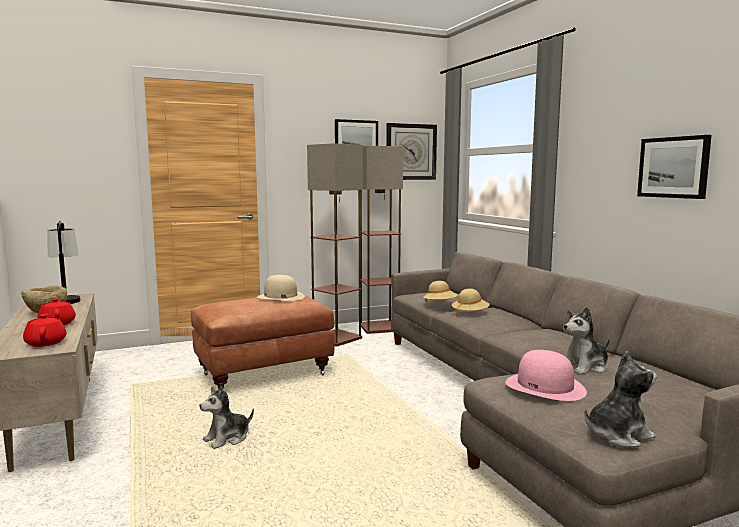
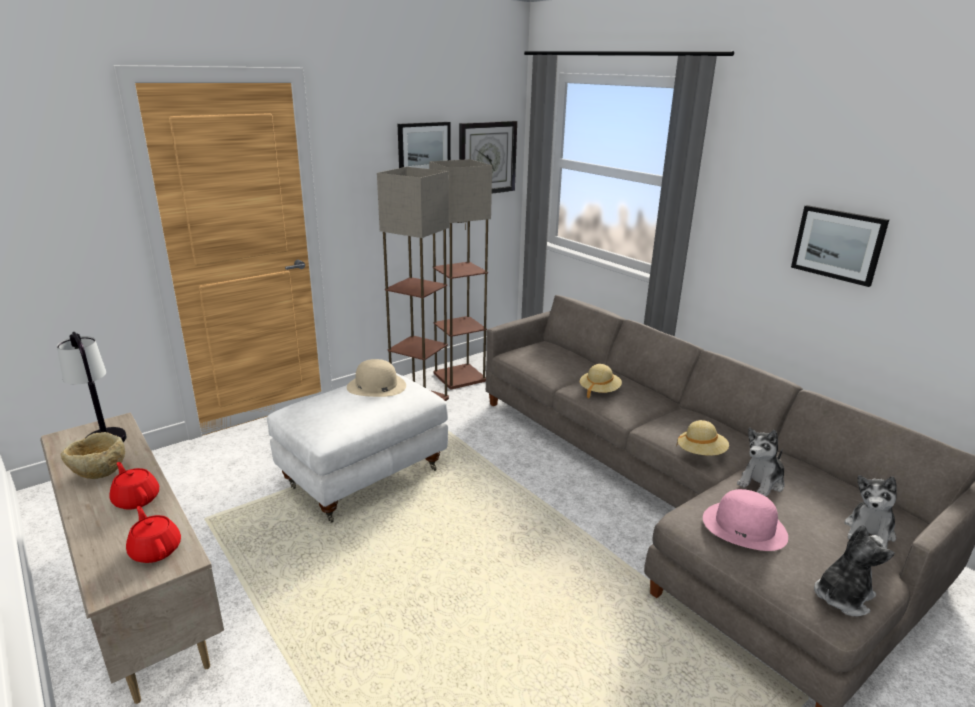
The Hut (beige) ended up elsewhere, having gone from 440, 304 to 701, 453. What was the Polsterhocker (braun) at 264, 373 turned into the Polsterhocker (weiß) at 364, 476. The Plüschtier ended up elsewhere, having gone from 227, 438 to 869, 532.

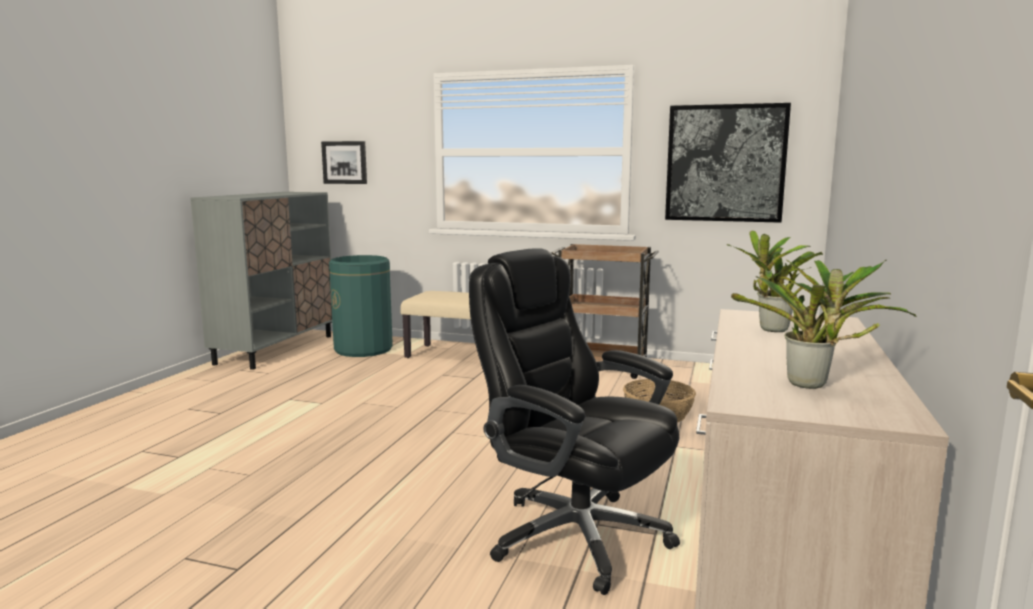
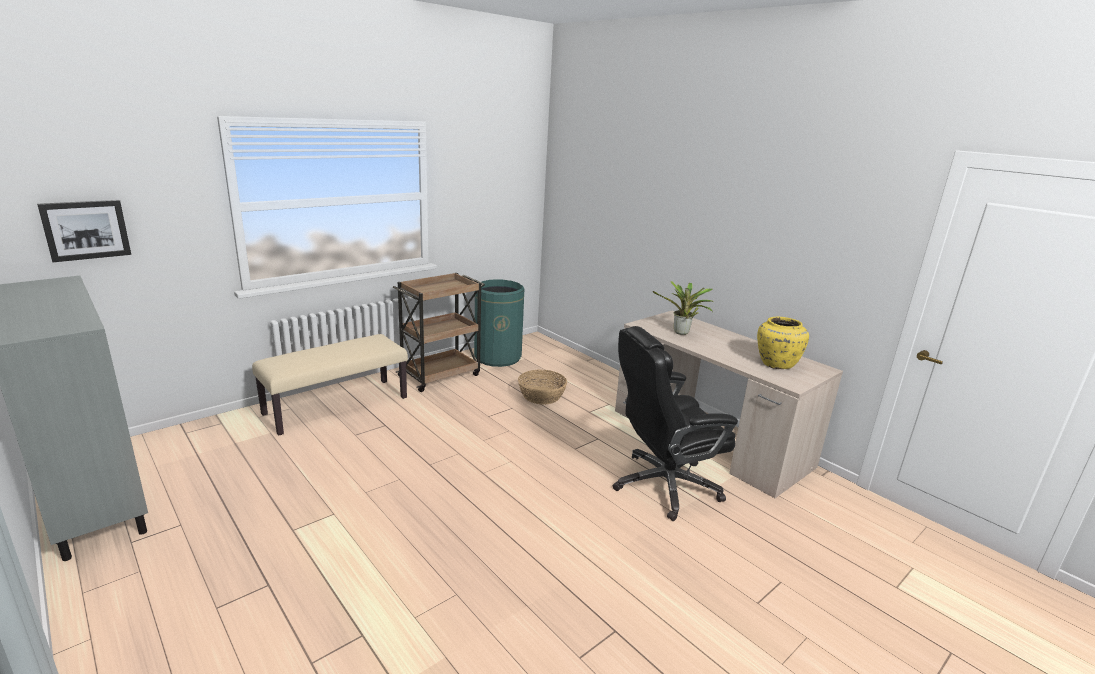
The second view lost the Bild at 725, 163. The Mülleimer (grün) ended up elsewhere, having gone from 363, 349 to 498, 357. Where the Topfpflanze stood at 811, 386, the Vase (gelb) came to stand at 776, 364.

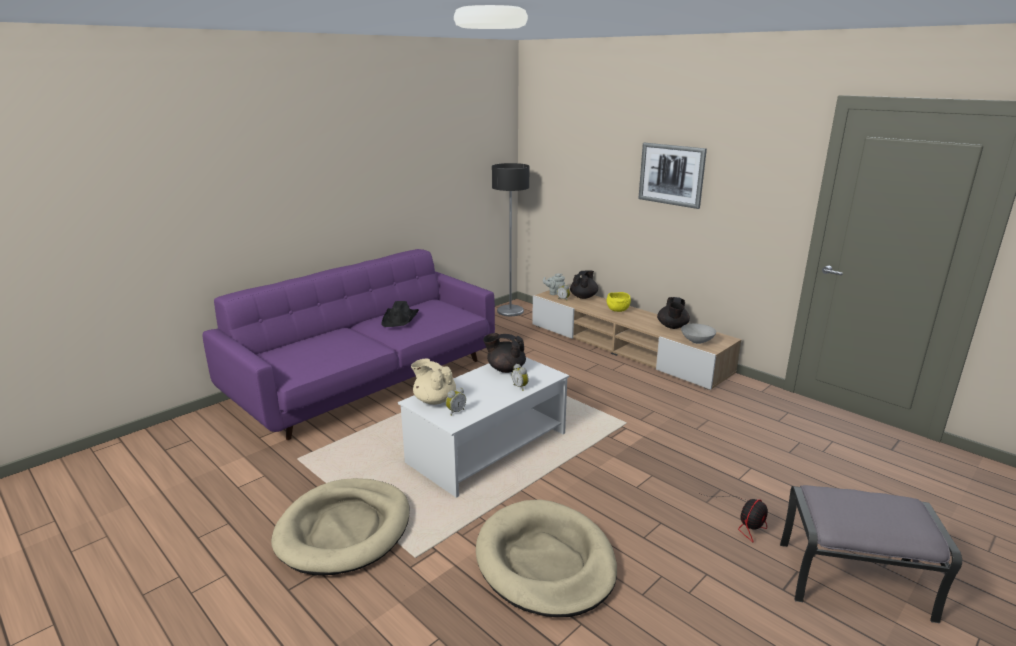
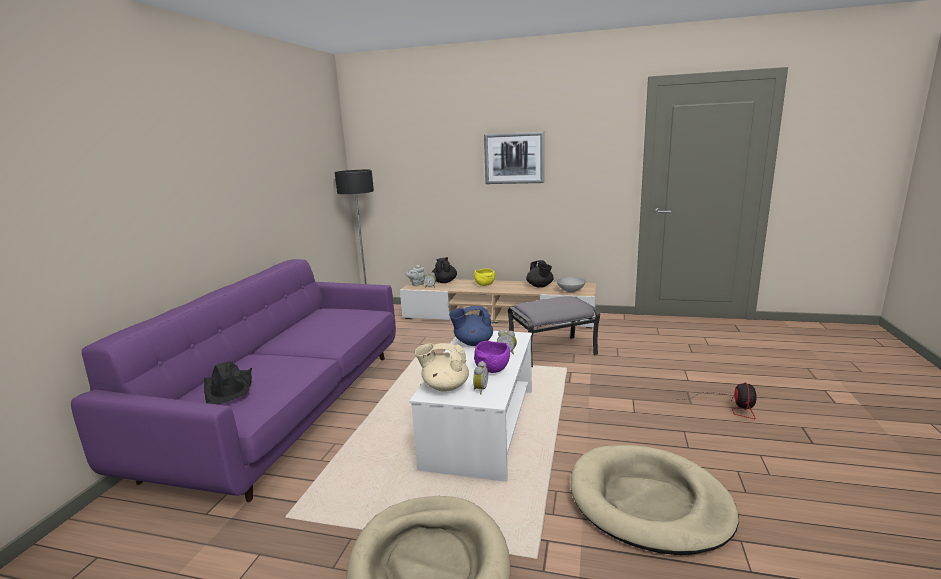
The Hut (schwarz) ended up elsewhere, having gone from 400, 319 to 230, 388. What was the Teekanne (schwarz) at 505, 369 turned into the Teekanne (blau) at 473, 343. The Polsterhocker (grau) ended up elsewhere, having gone from 854, 580 to 552, 351. The second view gained the Schüssel (lila) at 492, 369.

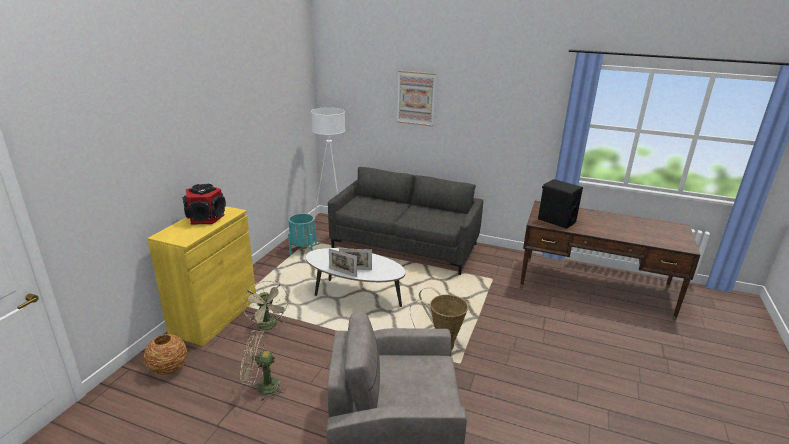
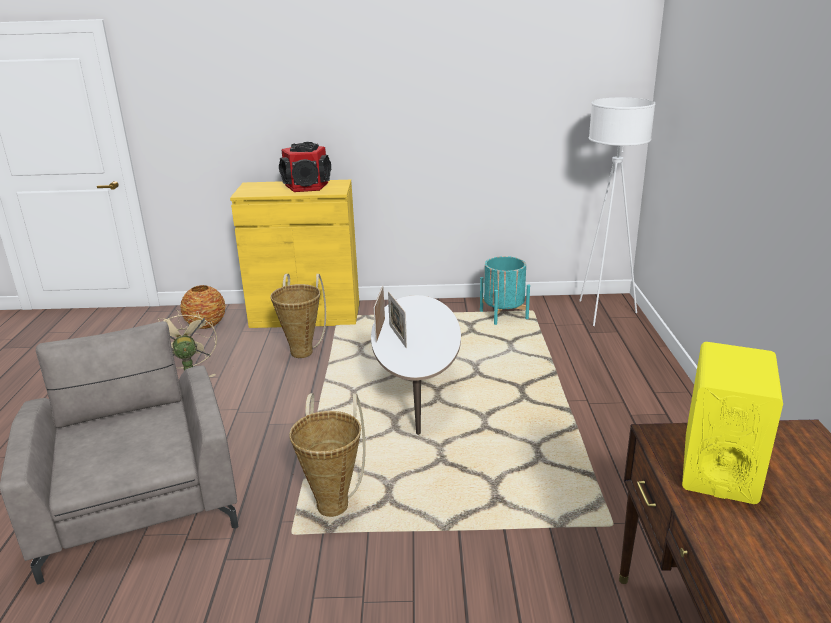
The second view lost the Bild at 416, 98. The second view lost the Sofa (grau) at 405, 246. What was the Lautsprecher (schwarz) at 556, 221 turned into the Lautsprecher (gelb) at 719, 468. Where the Ventilator (beige) stood at 269, 327, the Korb came to stand at 303, 350.

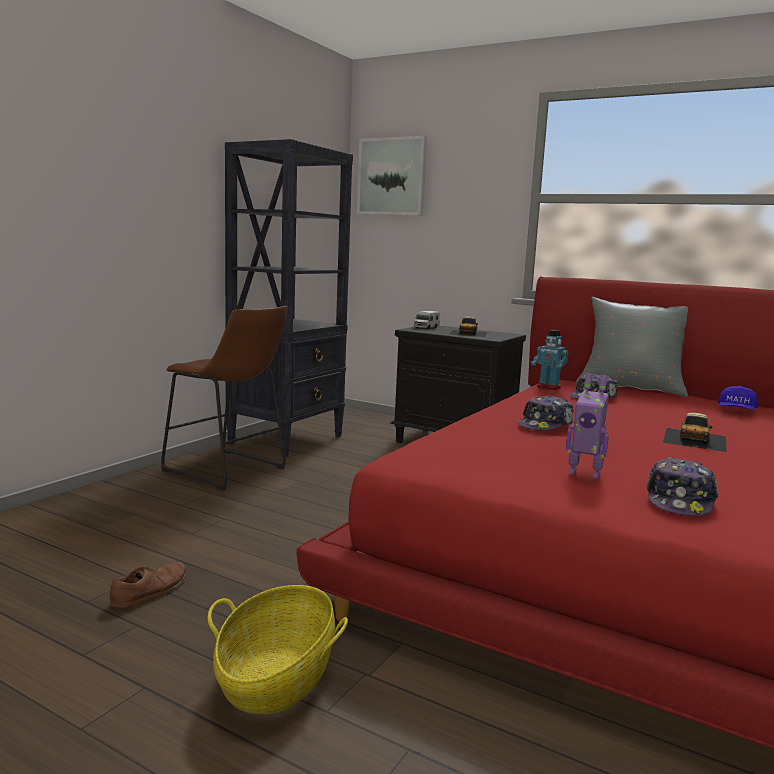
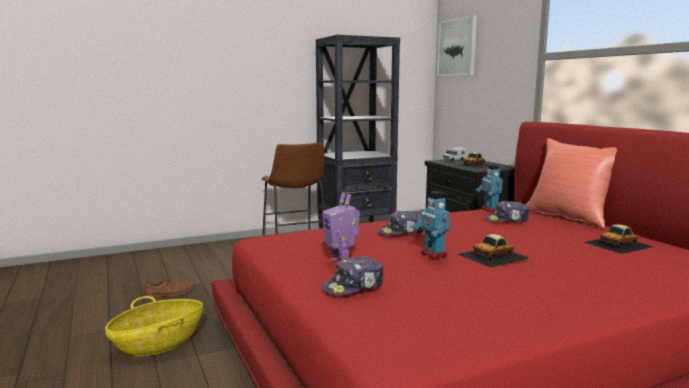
What was the Kissen (grau) at 630, 388 turned into the Kissen (rot) at 568, 217. Where the Kappe (blau) stood at 736, 411, the Spielzeugauto came to stand at 618, 244. The second view gained the Spielzeugroboter at 433, 254.

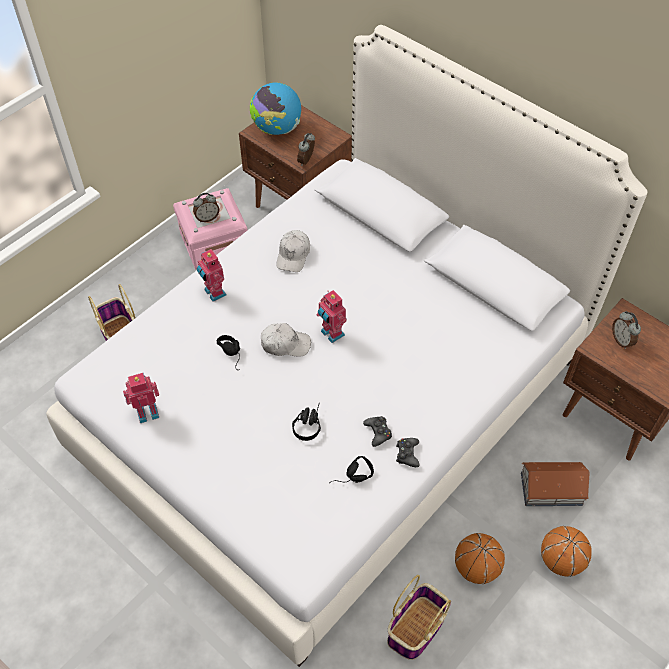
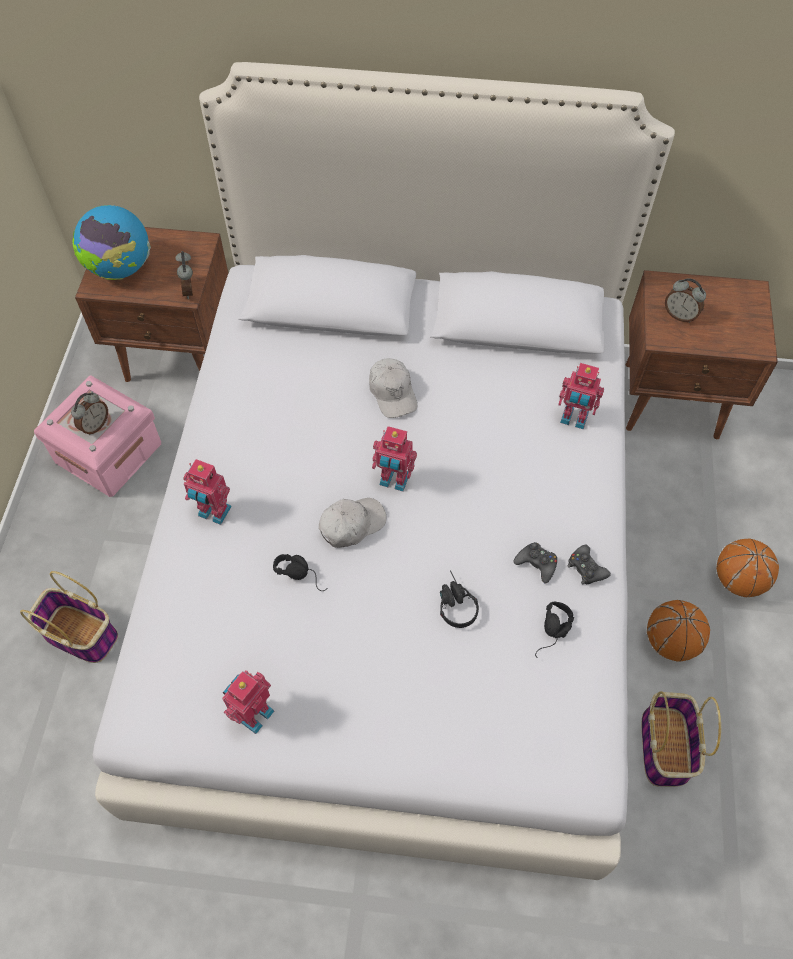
The Kappe (weiß) ended up elsewhere, having gone from 293, 255 to 393, 392. The second view lost the Spielzeughaus at 552, 489. The second view gained the Spielzeugroboter at 573, 419.

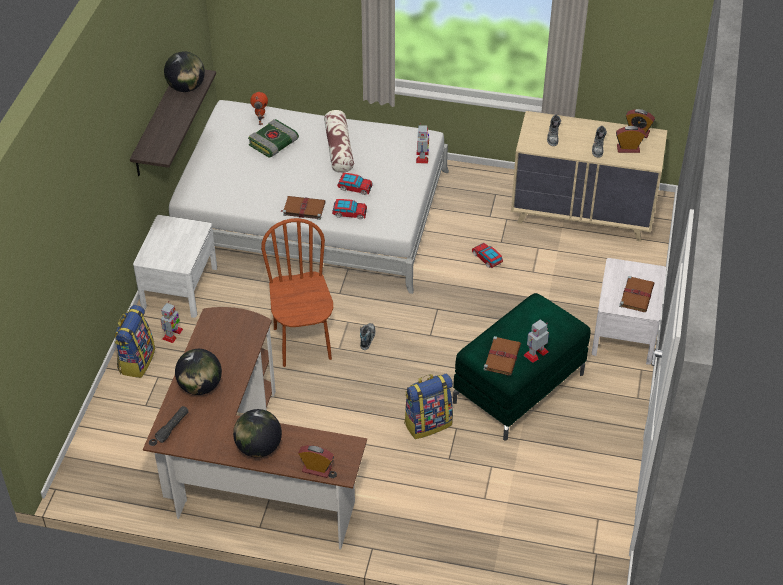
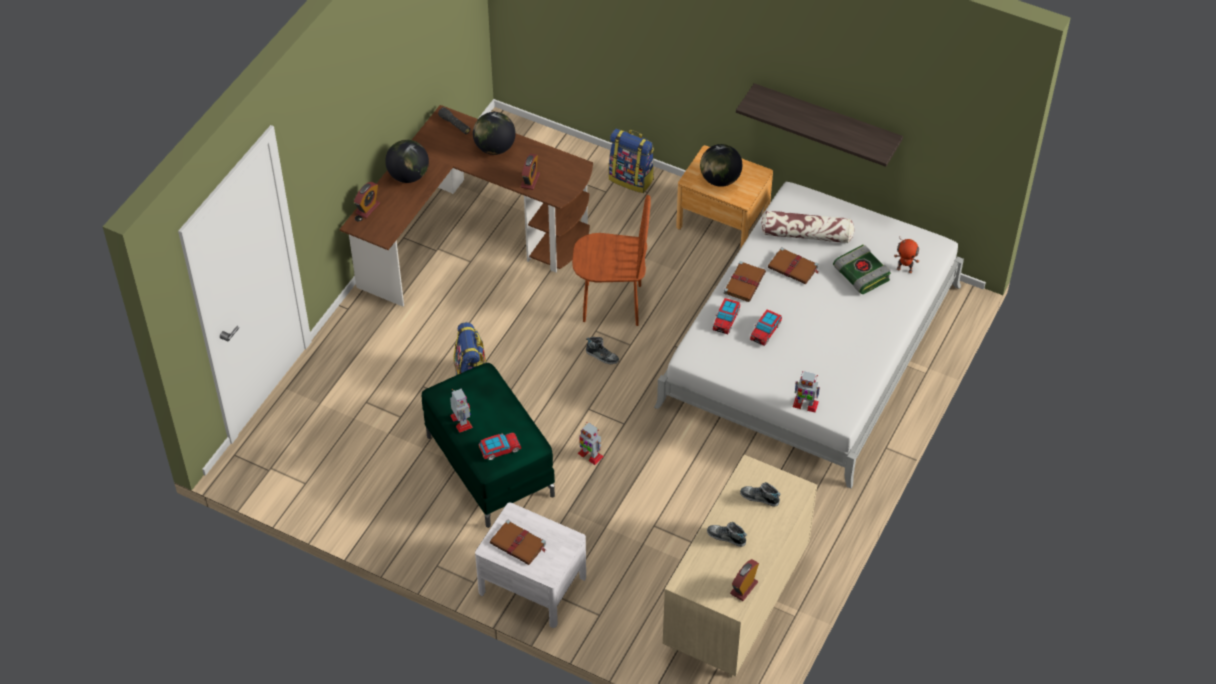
The Globus ended up elsewhere, having gone from 186, 87 to 720, 179. The Kissen ended up elsewhere, having gone from 339, 149 to 806, 234. The Wecker ended up elsewhere, having gone from 628, 149 to 530, 180. What was the Nachttisch (weiß) at 179, 287 turned into the Nachttisch (braun) at 722, 221. The Spielzeugauto ended up elsewhere, having gone from 487, 259 to 500, 449. The Spielzeugroboter ended up elsewhere, having gone from 172, 334 to 590, 454. The Buch (braun) ended up elsewhere, having gone from 502, 357 to 793, 268.

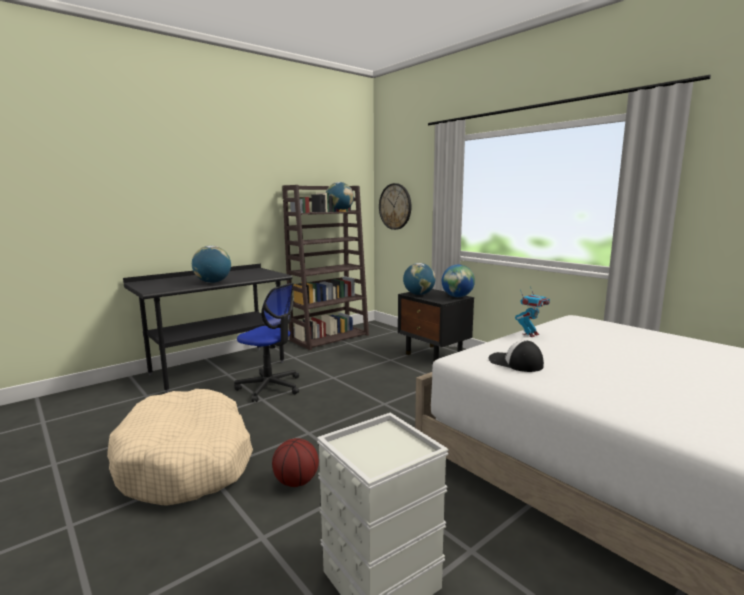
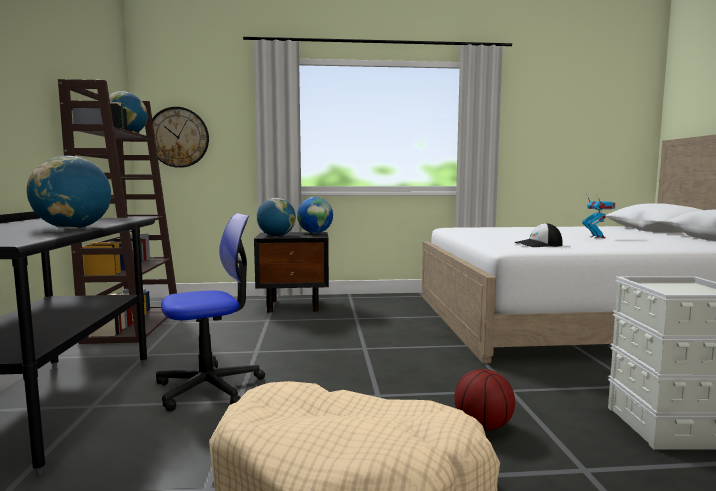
The Spielzeugroboter ended up elsewhere, having gone from 530, 334 to 597, 237.

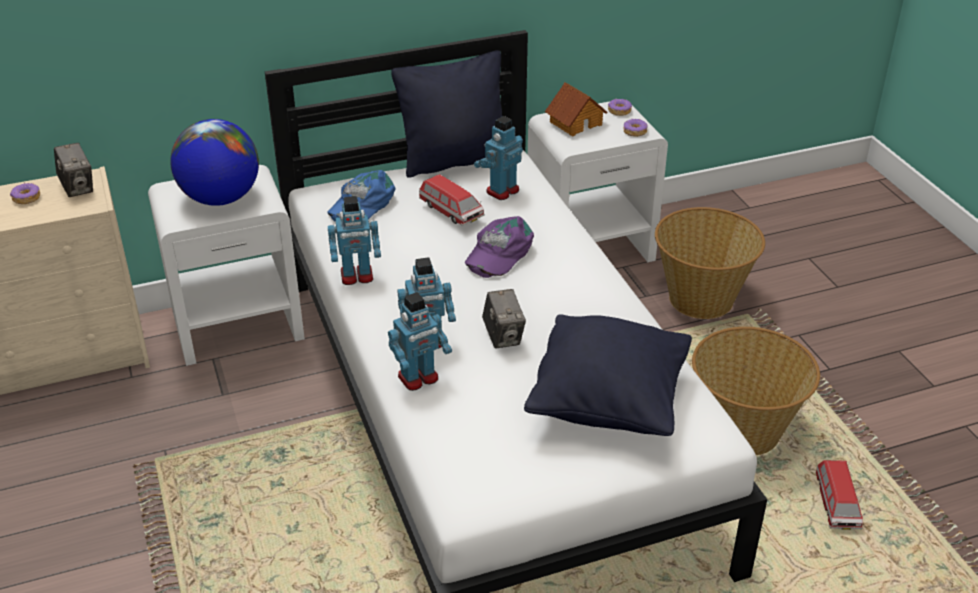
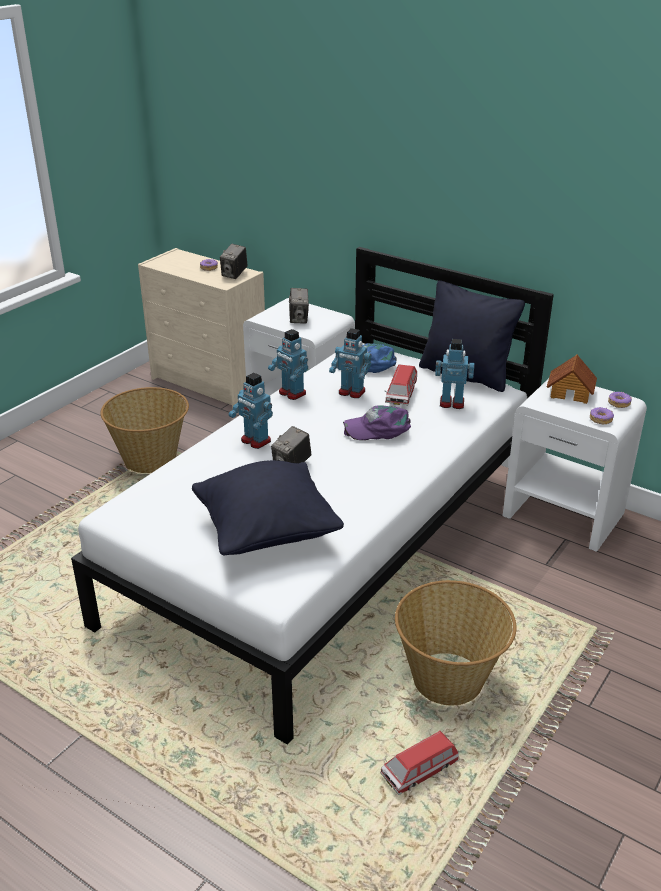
Where the Globus stood at 221, 198, the Kamera came to stand at 299, 319. The Korb ended up elsewhere, having gone from 701, 298 to 151, 459. The Spielzeugroboter ended up elsewhere, having gone from 419, 378 to 351, 392.

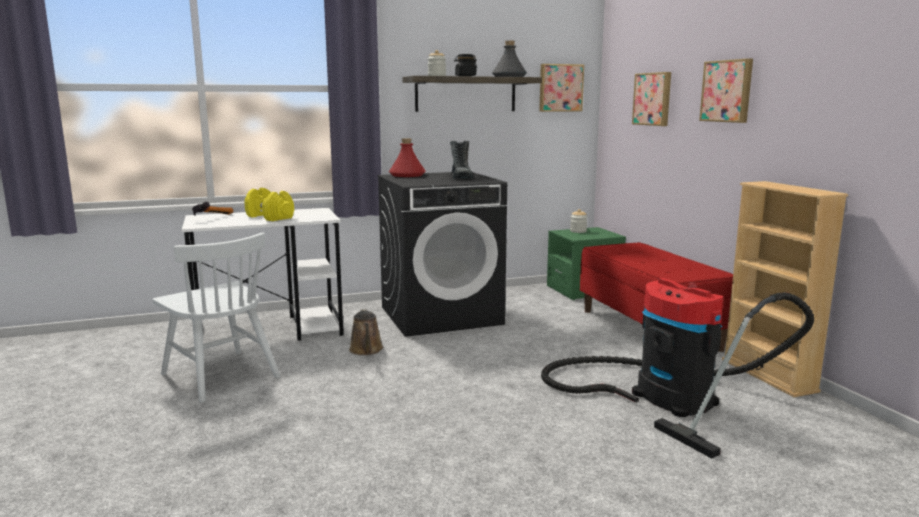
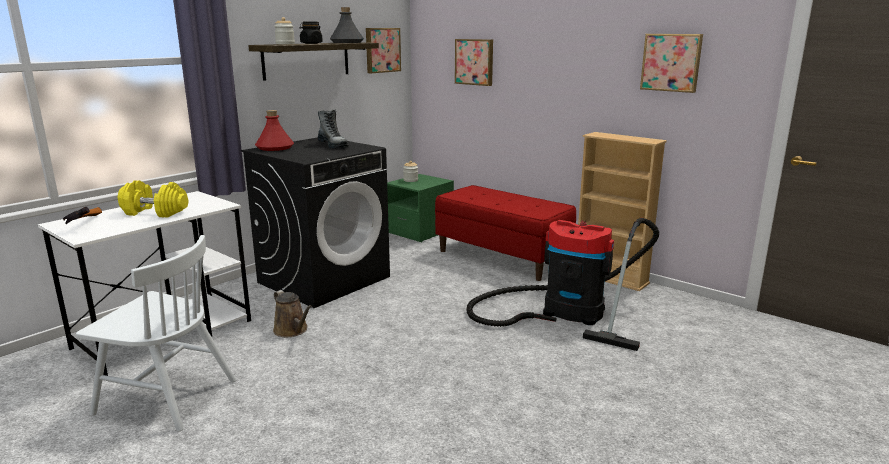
The Bild ended up elsewhere, having gone from 727, 91 to 671, 62.

